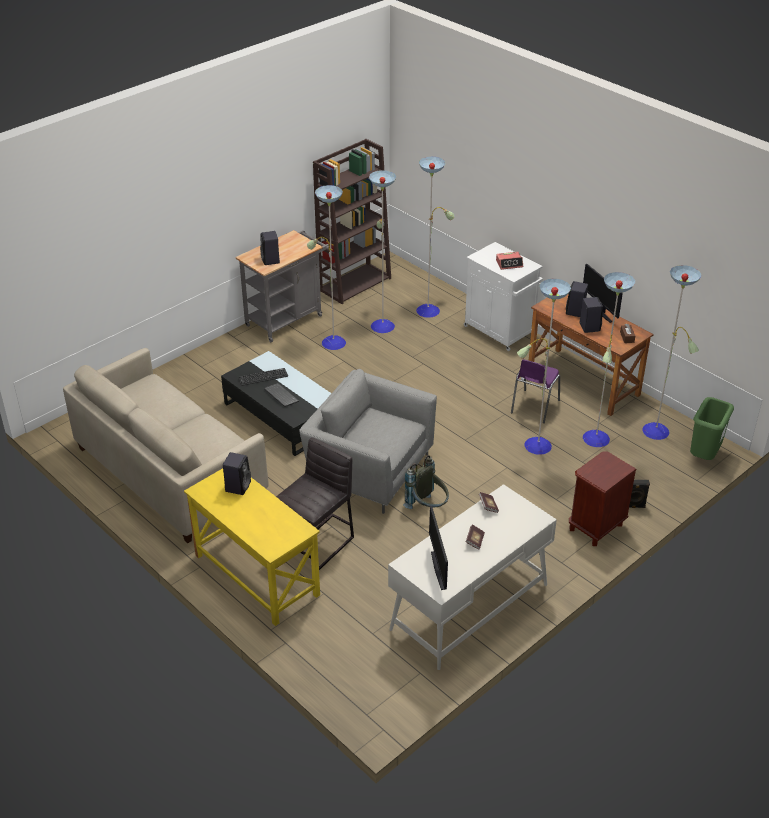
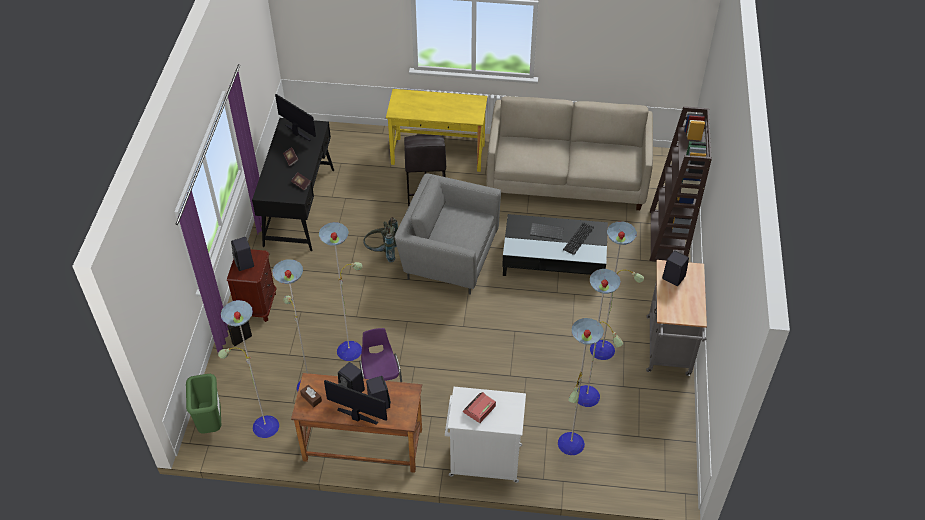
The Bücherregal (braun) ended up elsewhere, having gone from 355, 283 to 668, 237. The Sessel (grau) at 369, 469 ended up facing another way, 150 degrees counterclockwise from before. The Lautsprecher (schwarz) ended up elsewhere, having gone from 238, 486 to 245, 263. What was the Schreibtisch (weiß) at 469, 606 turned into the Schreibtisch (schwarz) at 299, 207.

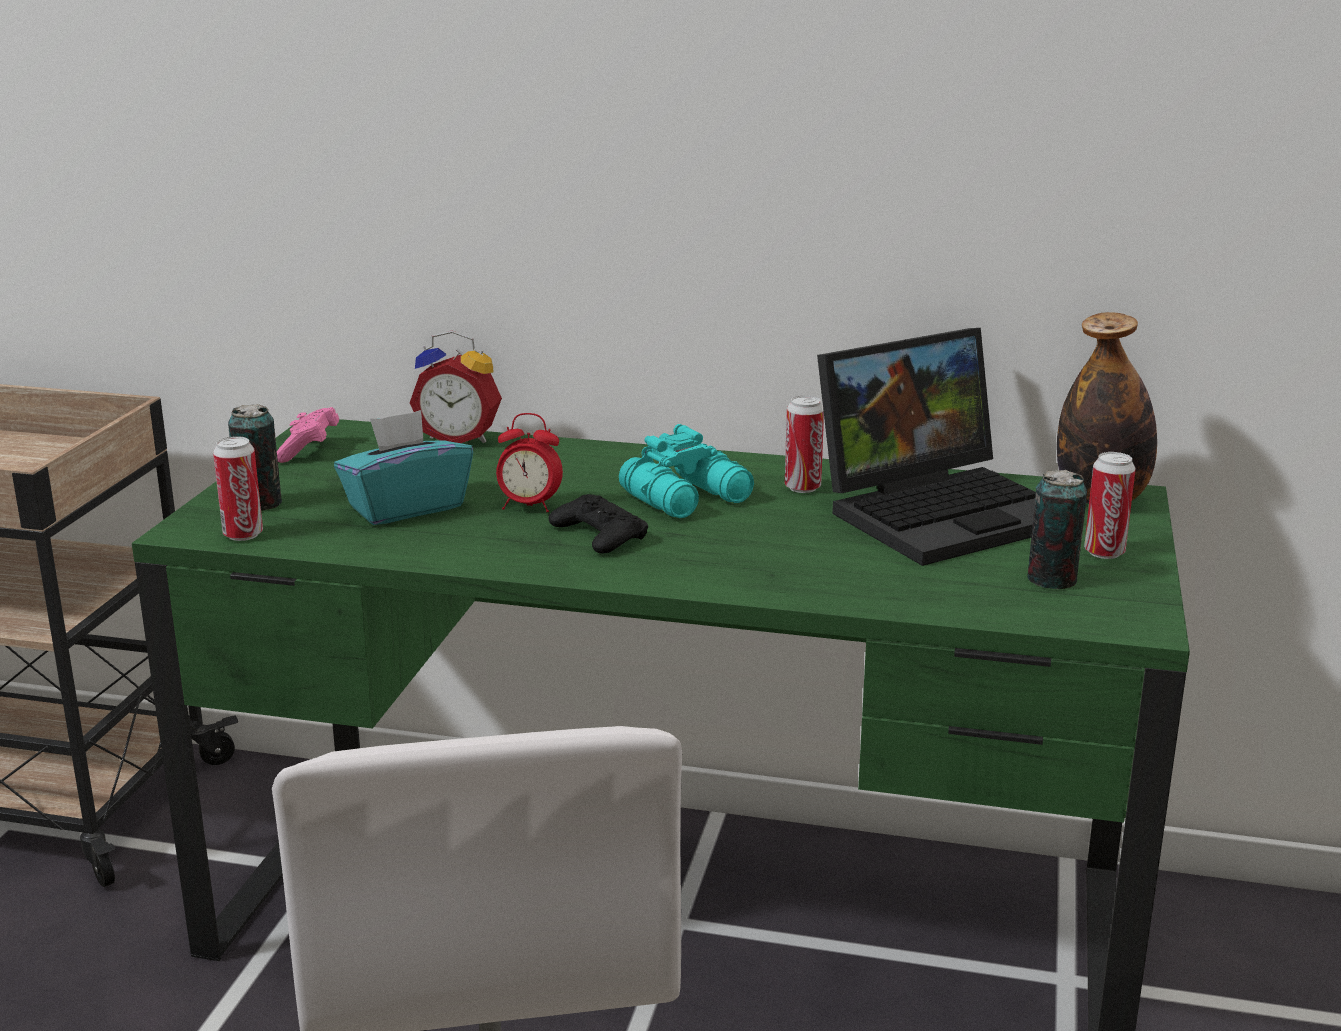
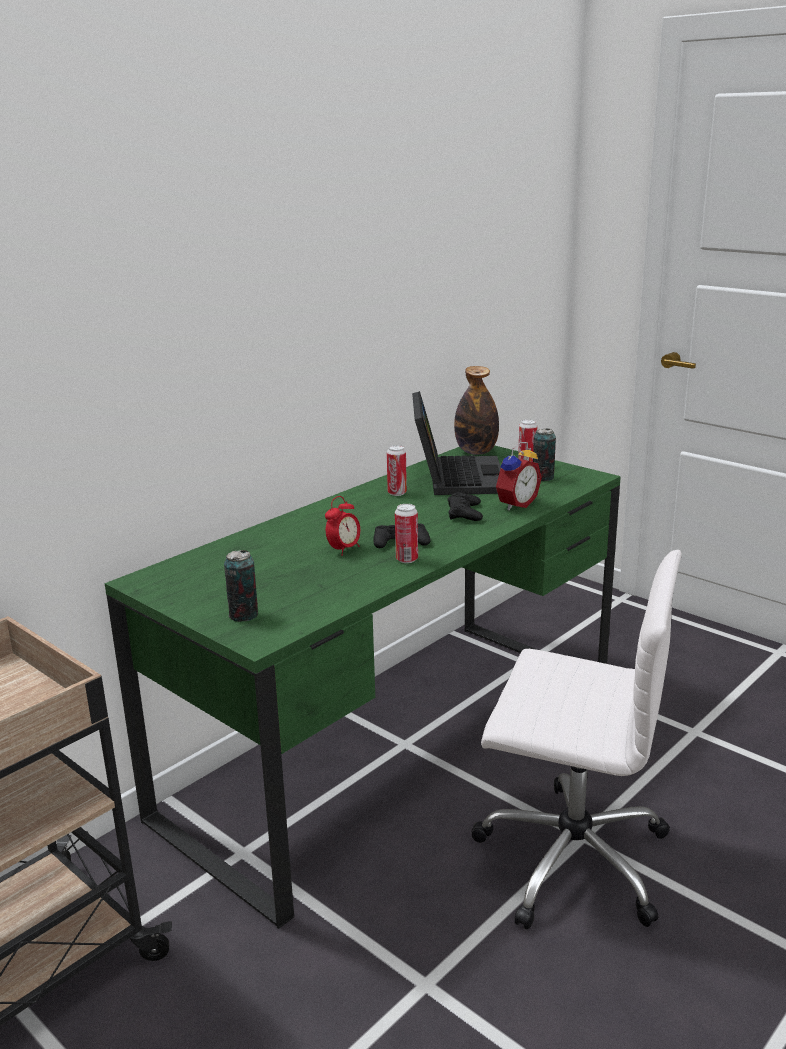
The Wecker ended up elsewhere, having gone from 460, 438 to 515, 504. The second view lost the Gamepad (rosa) at 309, 451. The second view lost the Taschentuchbox (türkis) at 406, 507. The second view lost the Fernglas (türkis) at 689, 498. The Dose ended up elsewhere, having gone from 243, 535 to 407, 559. The second view gained the Gamepad (schwarz) at 464, 513.

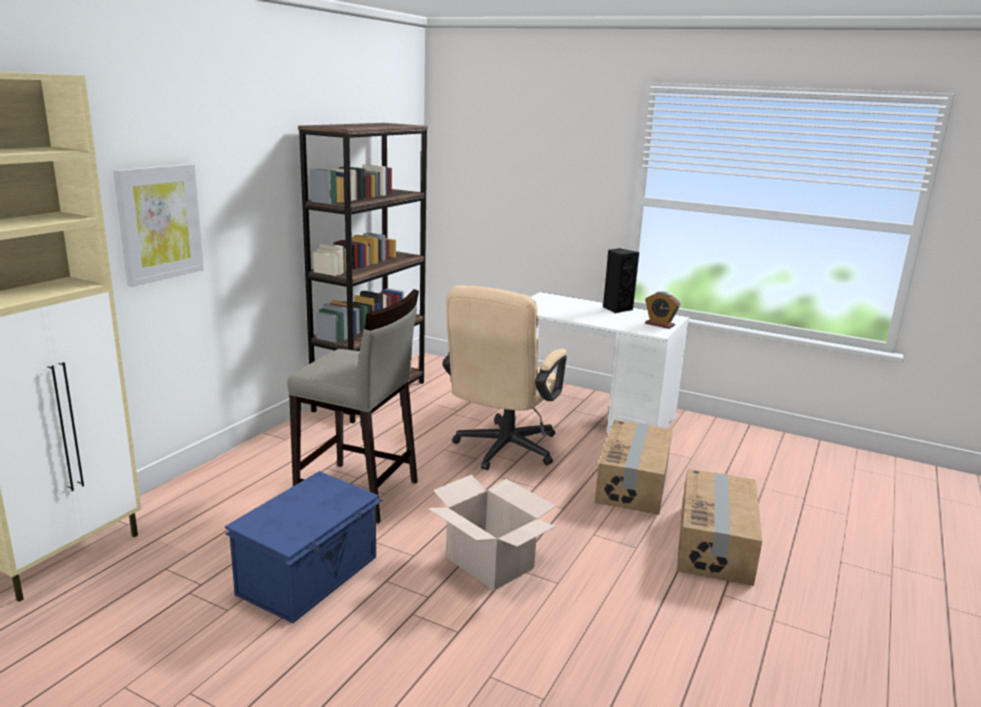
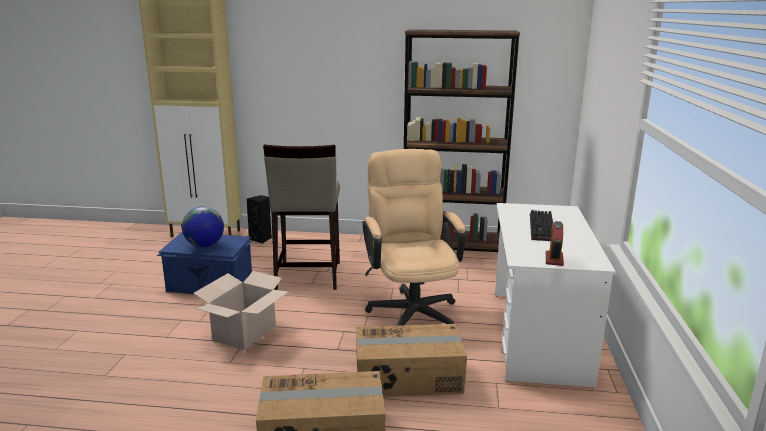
The second view lost the Bild at 159, 223. The Lautsprecher (schwarz) ended up elsewhere, having gone from 616, 309 to 261, 239. The Bürostuhl (beige) at 502, 451 ended up facing another way, 75 degrees clockwise from before. The second view gained the Globus at 204, 245. The second view gained the Tastatur at 543, 228.

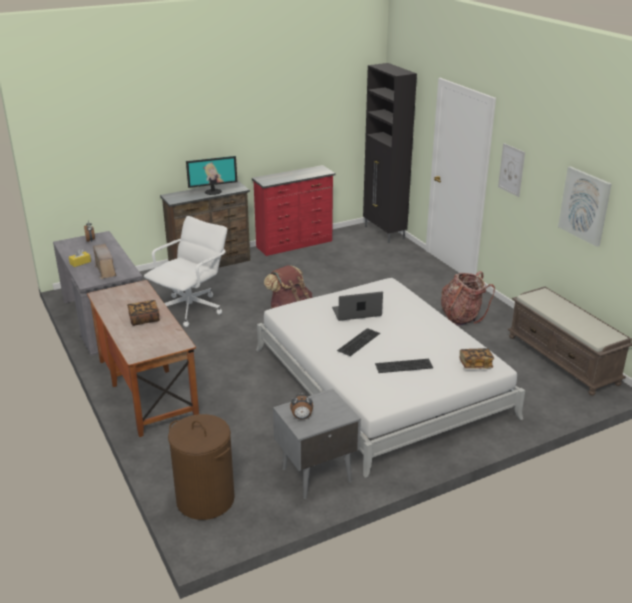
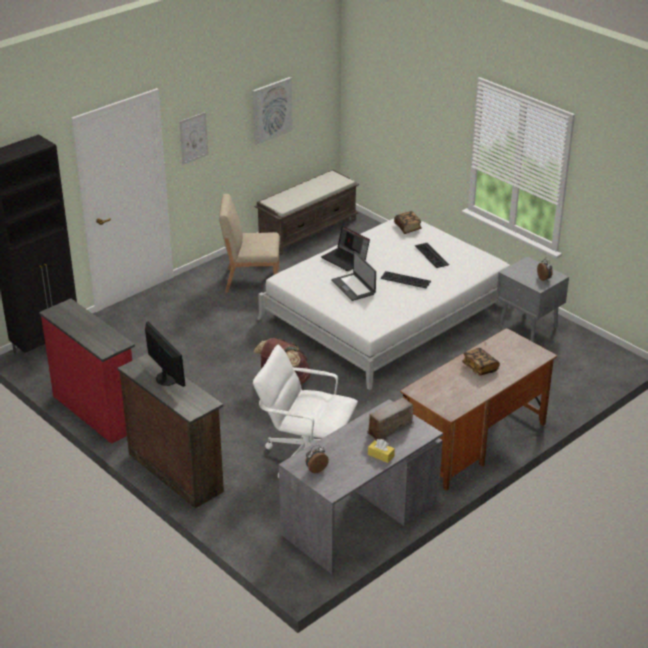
Where the Rucksack stood at 461, 317, the Stuhl (beige) came to stand at 251, 280. The second view lost the Wäschekorb (braun) at 205, 499. The second view gained the Laptop at 345, 259.

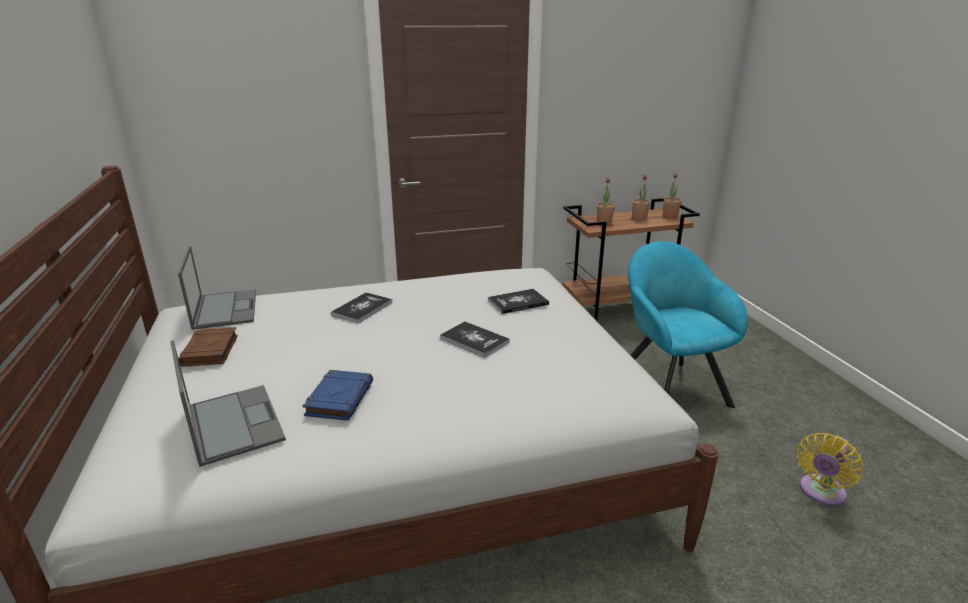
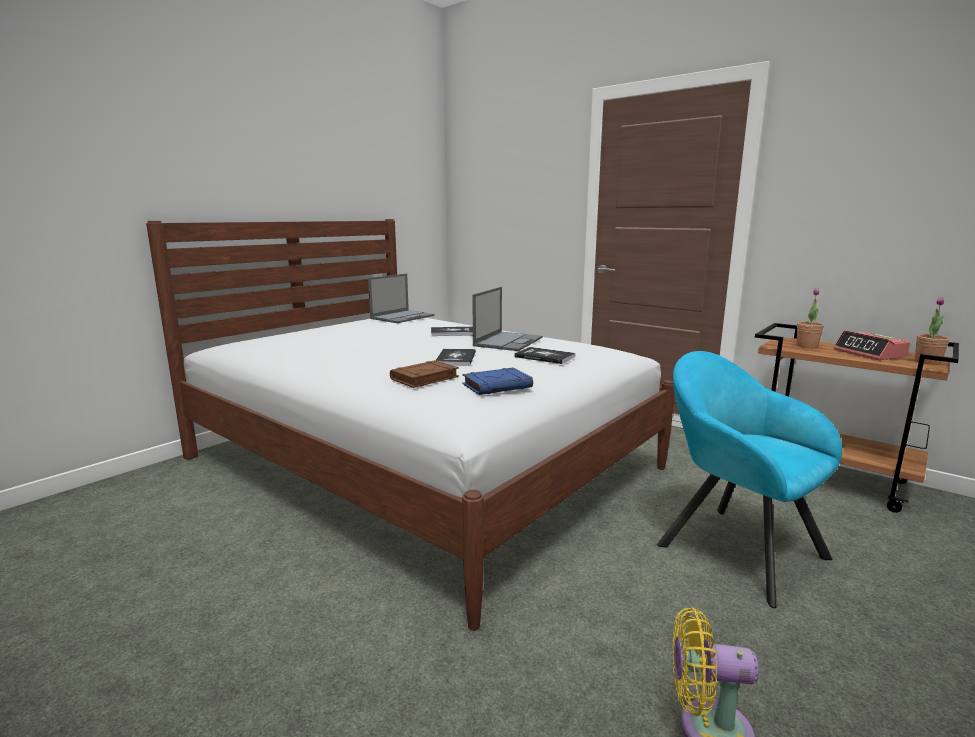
Where the Topfpflanze stood at 639, 218, the Wecker came to stand at 870, 353. The Sessel (türkis) at 667, 386 ended up facing another way, 75 degrees counterclockwise from before. The Buch (braun) ended up elsewhere, having gone from 210, 351 to 424, 378. The Laptop ended up elsewhere, having gone from 233, 423 to 508, 341. The Buch (blau) ended up elsewhere, having gone from 339, 398 to 497, 386.

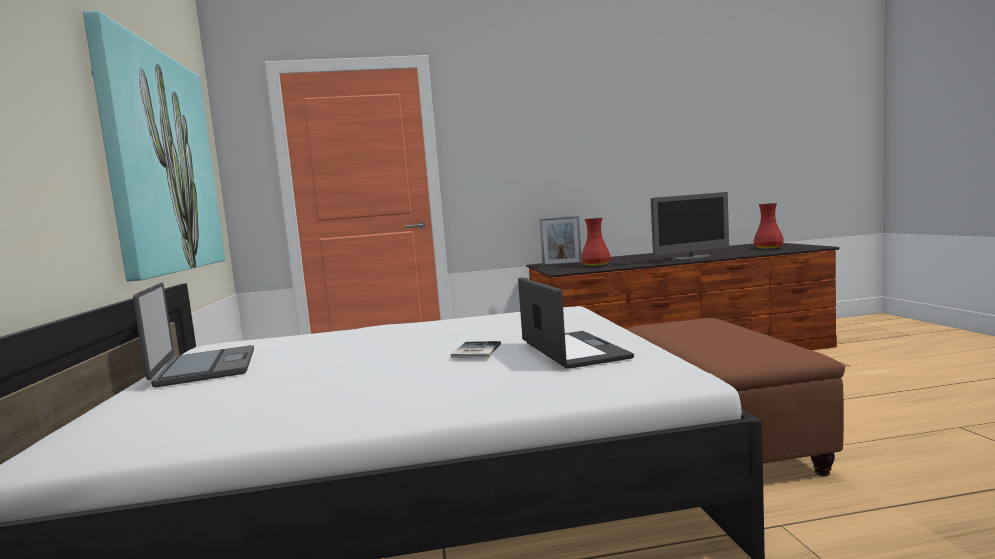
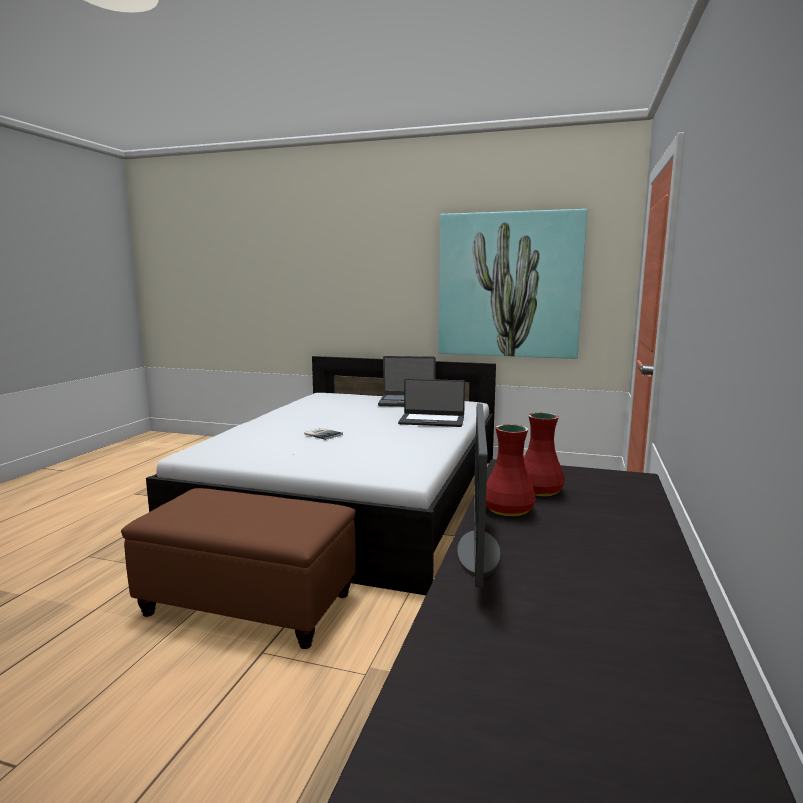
The Vase (rot) ended up elsewhere, having gone from 768, 248 to 509, 510. The second view lost the Bilderrahmen at 562, 264. The Laptop ended up elsewhere, having gone from 572, 350 to 432, 420.

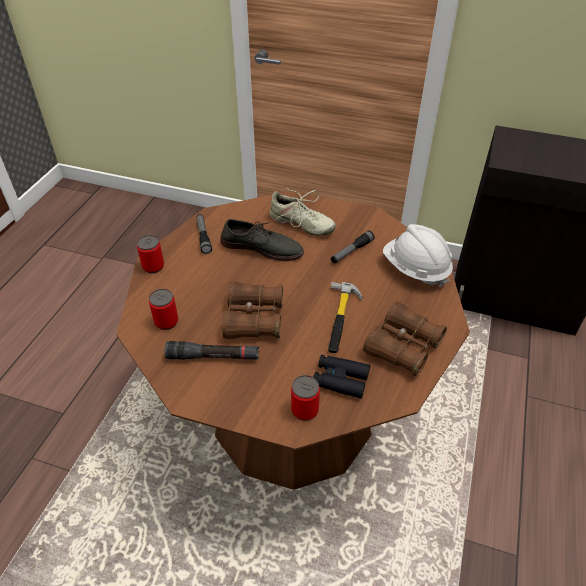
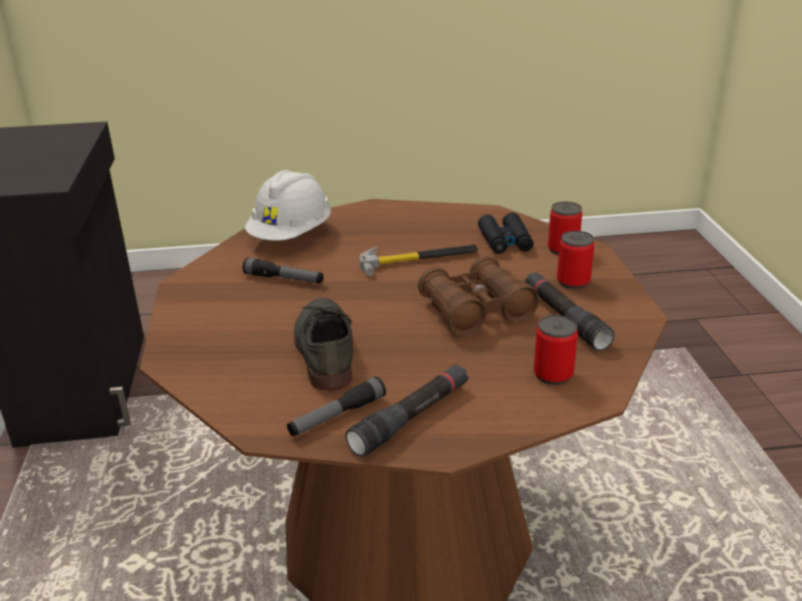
The second view lost the Schuh (beige) at 301, 224. The Dose ended up elsewhere, having gone from 153, 266 to 573, 281. The second view lost the Fernglas (braun) at 403, 347. The second view gained the Taschenlampe (schwarz) at 411, 418.

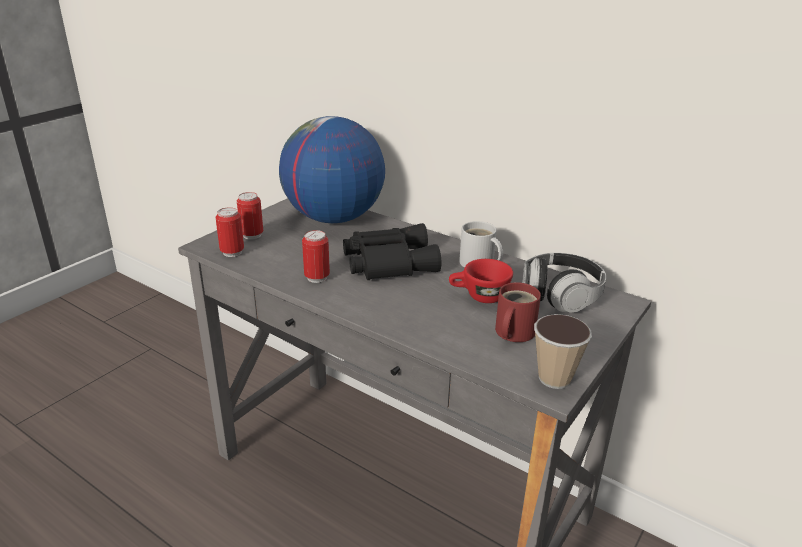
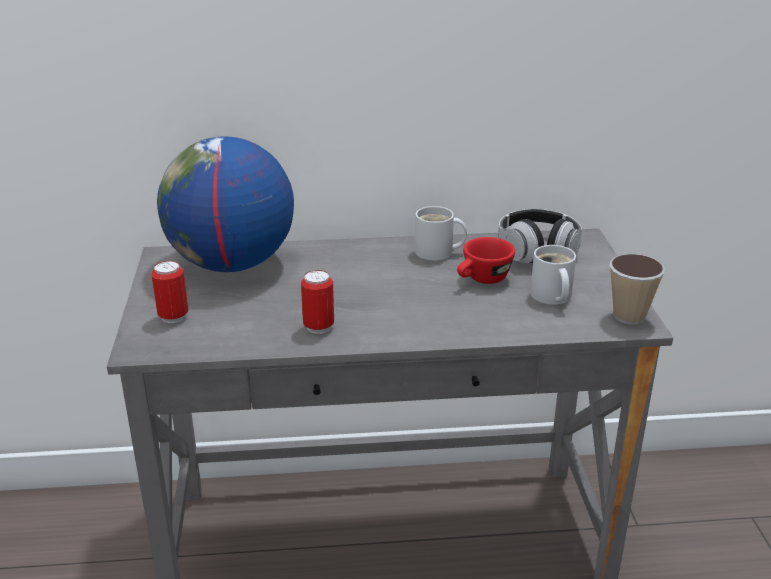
The second view lost the Dose at 232, 252. The second view lost the Fernglas (schwarz) at 387, 261. What was the Henkelbecher (rot) at 512, 332 turned into the Henkelbecher (weiß) at 550, 297.

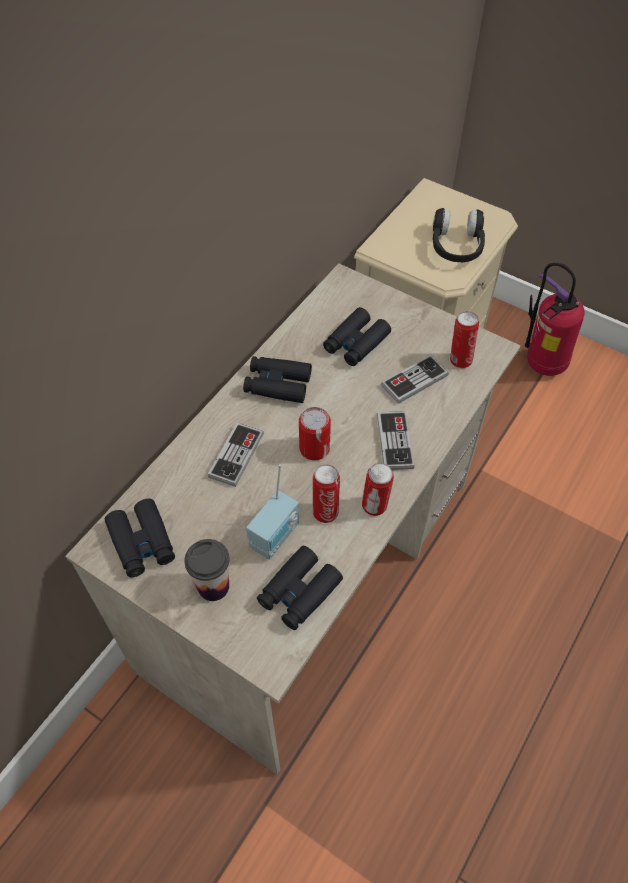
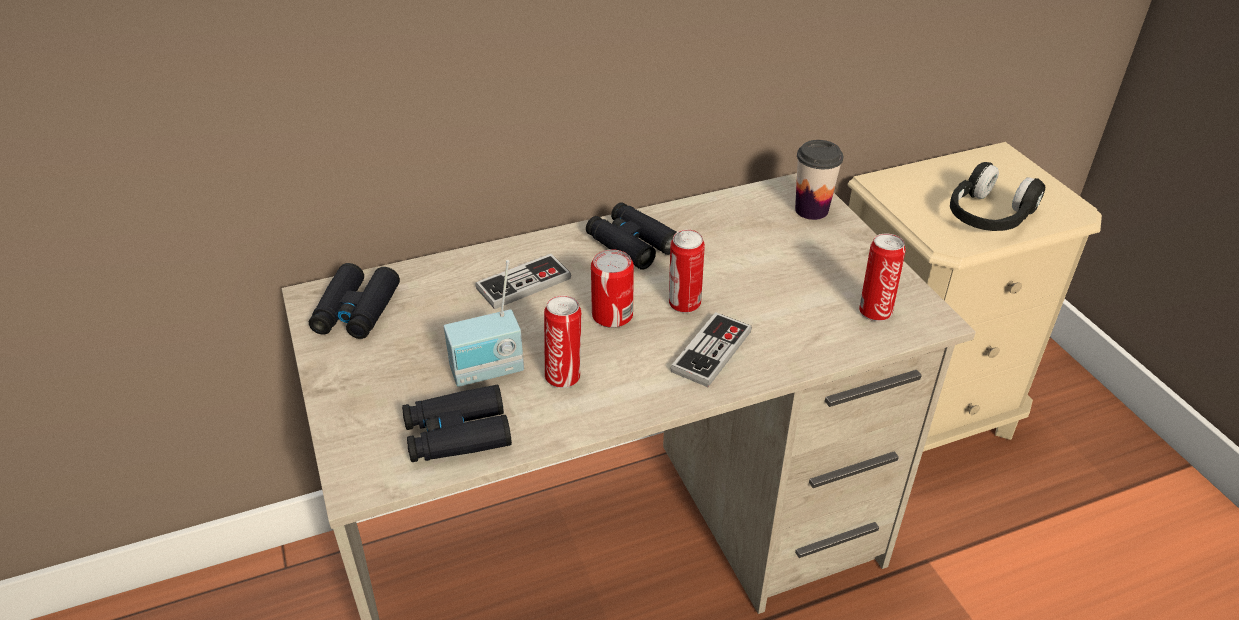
The second view lost the Feuerlöscher at 541, 365. The second view lost the Fernglas (schwarz) at 356, 343. The second view lost the Gamepad at 414, 380. The Dose ended up elsewhere, having gone from 375, 507 to 684, 305. The Tasse ended up elsewhere, having gone from 213, 586 to 811, 210.

